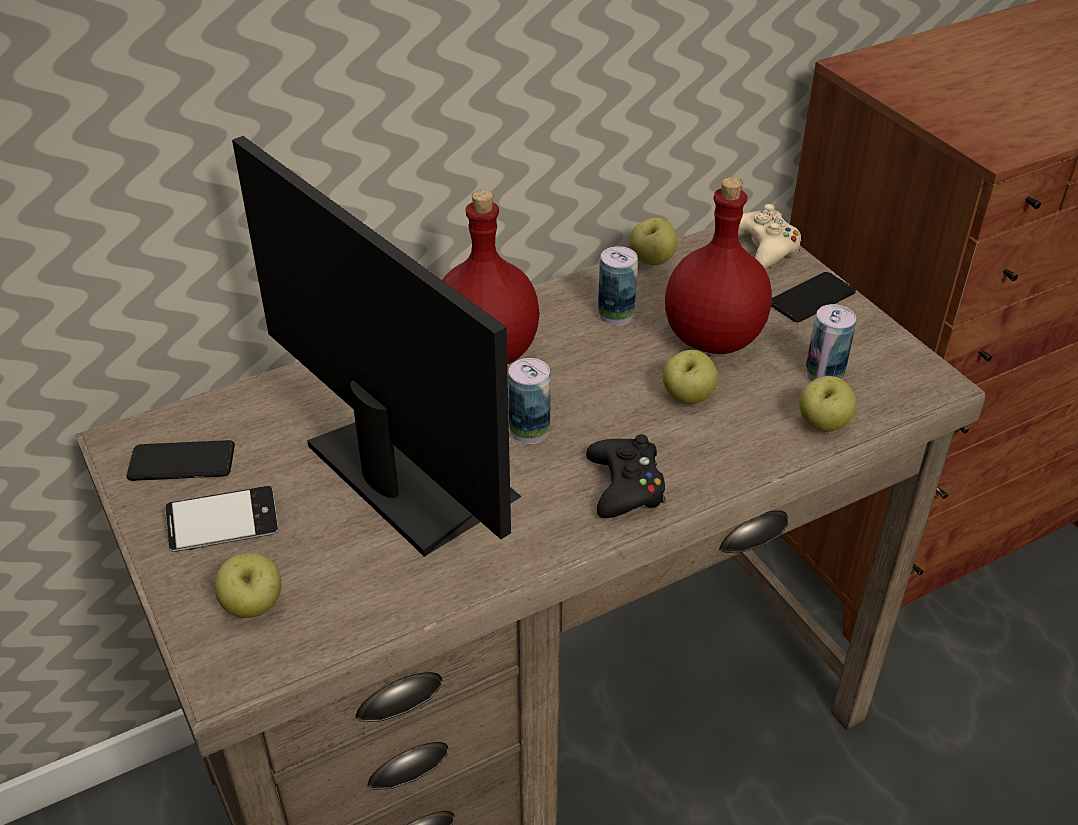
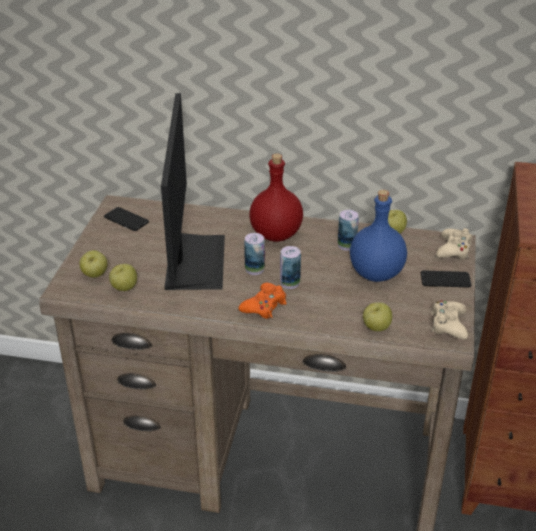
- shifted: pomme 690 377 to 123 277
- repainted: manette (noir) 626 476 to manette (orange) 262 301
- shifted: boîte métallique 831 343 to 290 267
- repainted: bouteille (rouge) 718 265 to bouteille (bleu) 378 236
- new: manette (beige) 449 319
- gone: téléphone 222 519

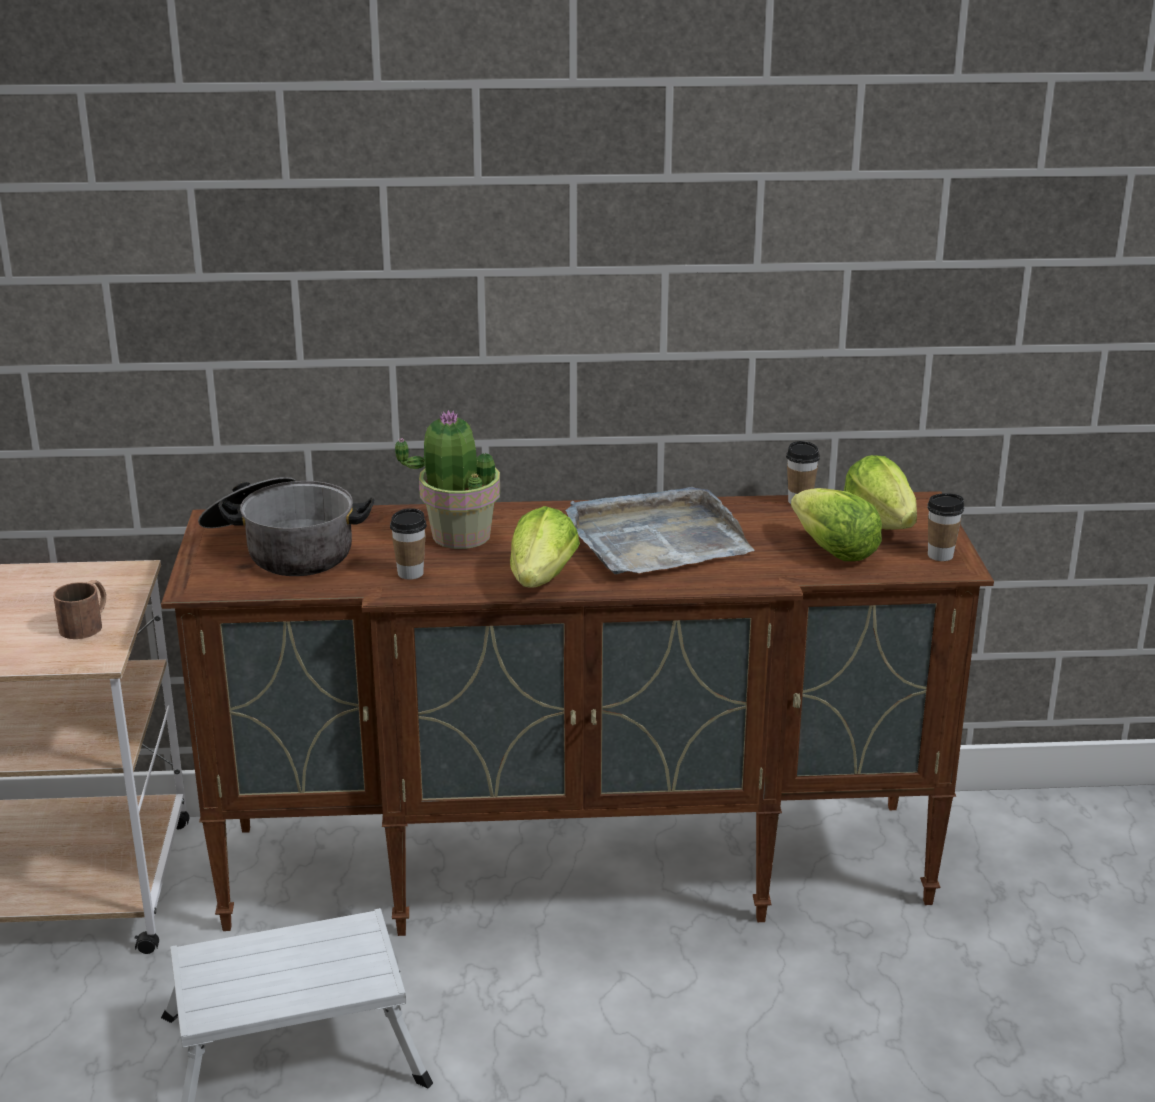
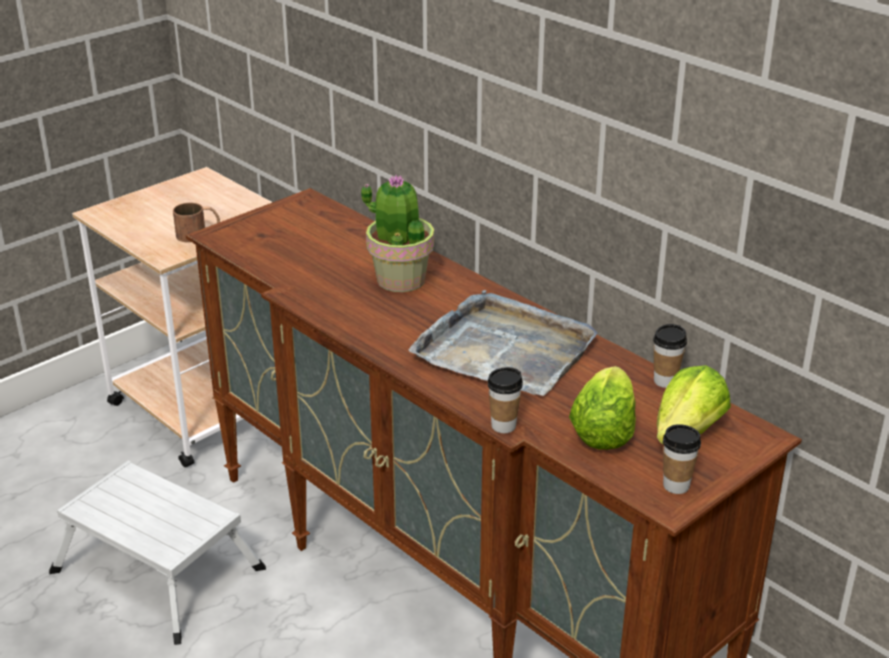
- shifted: tasse 408 544 to 505 400
- gone: marmite 286 526
- gone: laitue 545 546

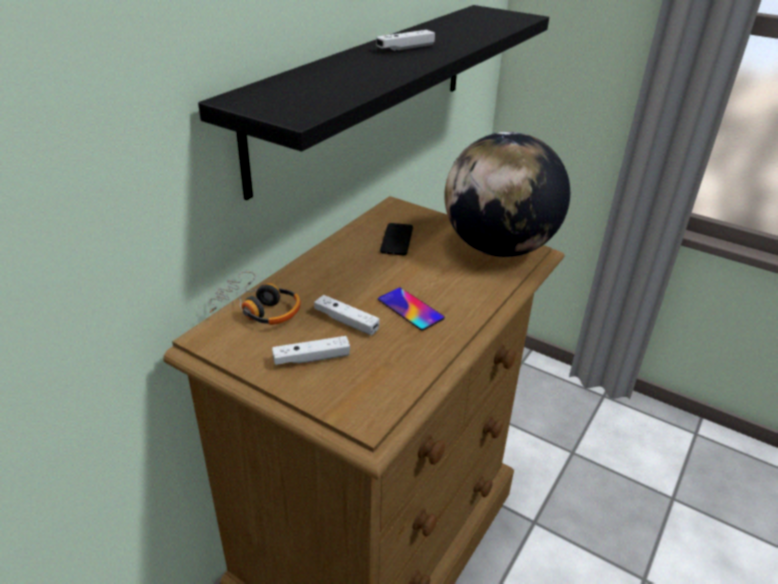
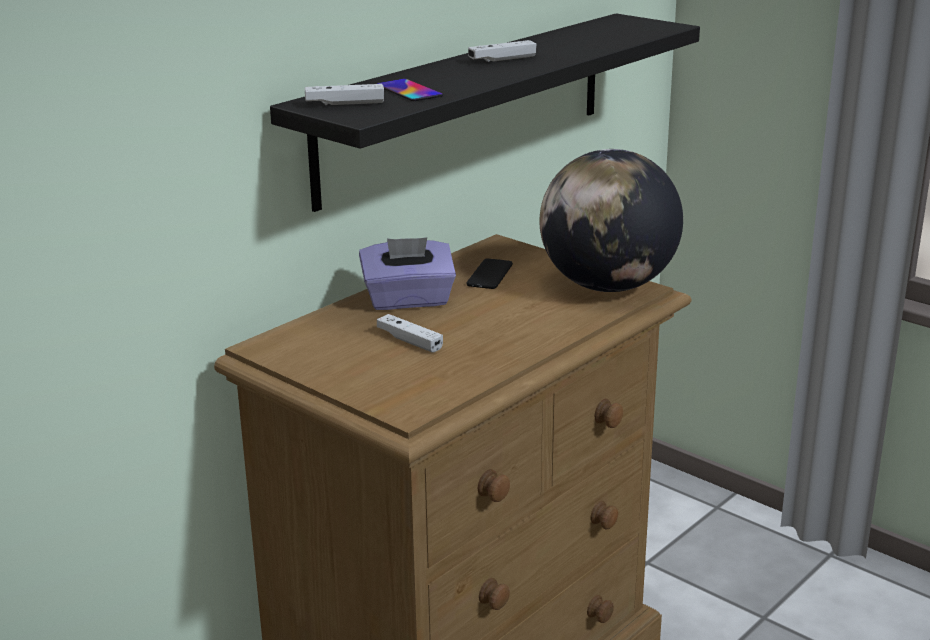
- shifted: manette (blanc) 311 350 to 344 94
- new: boîte à mouchoirs (violet) 407 273
- shifted: téléphone 411 309 to 410 90
- gone: casque audio 254 298

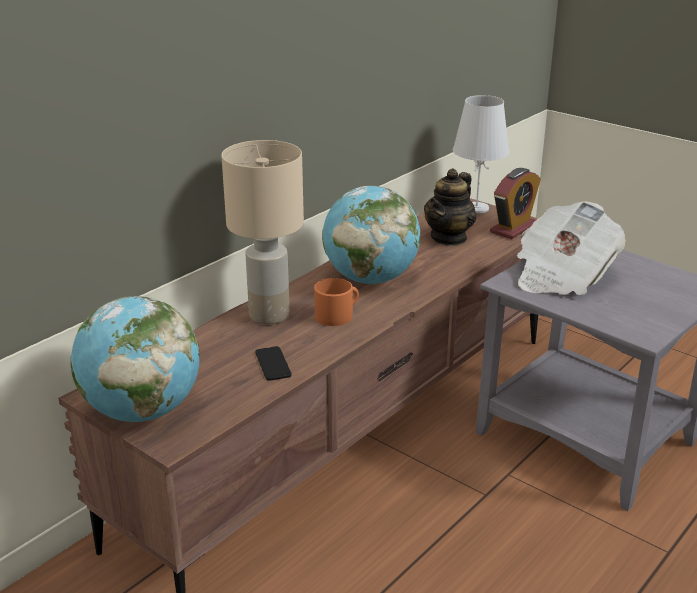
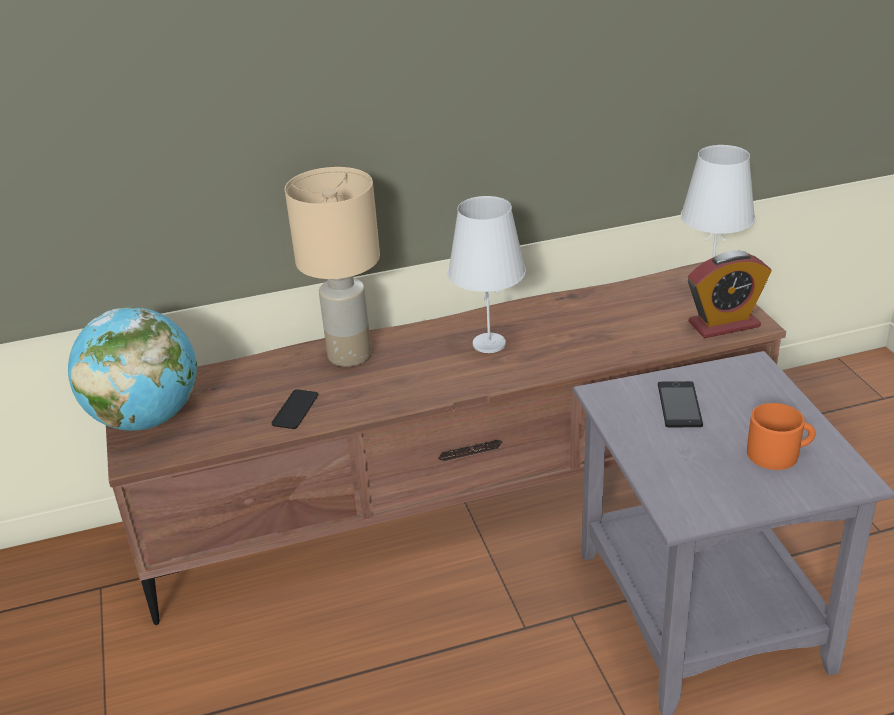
- swapped: globe 371 235 to lampe de table (blanc) 487 274
- swapped: journal 571 248 to téléphone 680 404
- shifted: mug (orange) 336 302 to 781 436
- gone: théière 450 207

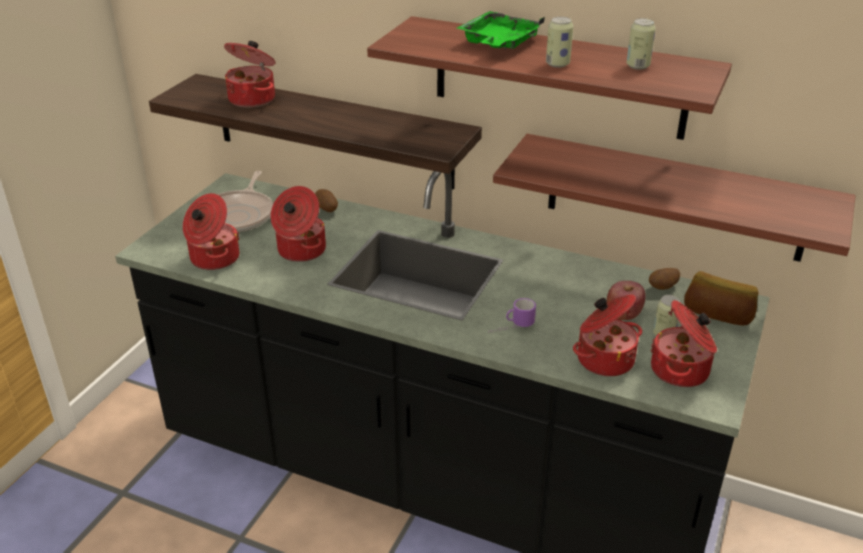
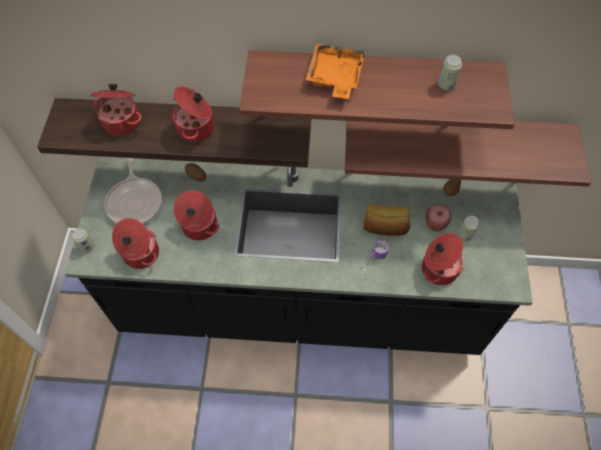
- shifted: boîte métallique 559 42 to 83 241
- shifted: marmite 683 343 to 193 114
- repainted: plateau (vert) 501 30 to plateau (orange) 335 71
- shifted: pain 721 298 to 386 220

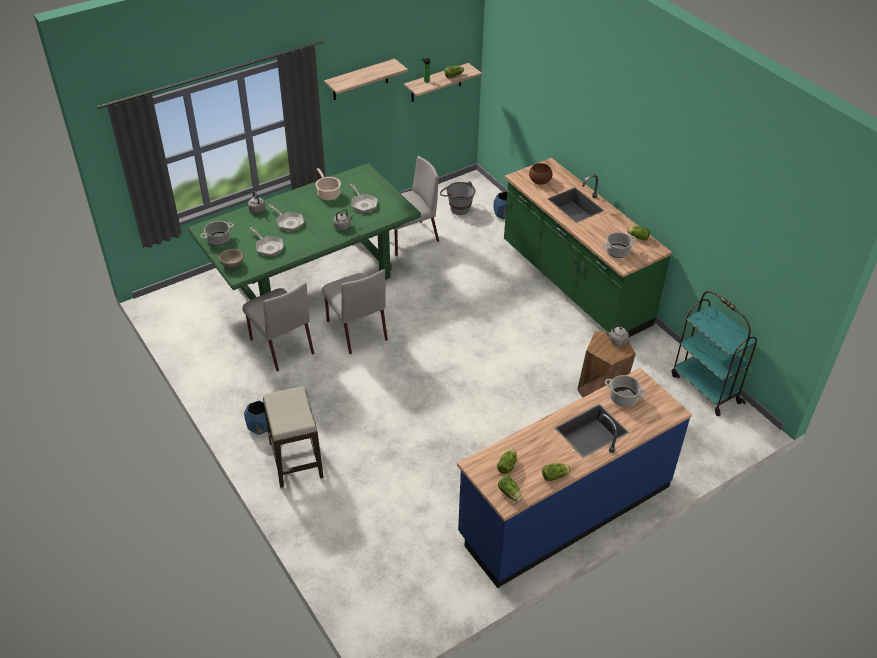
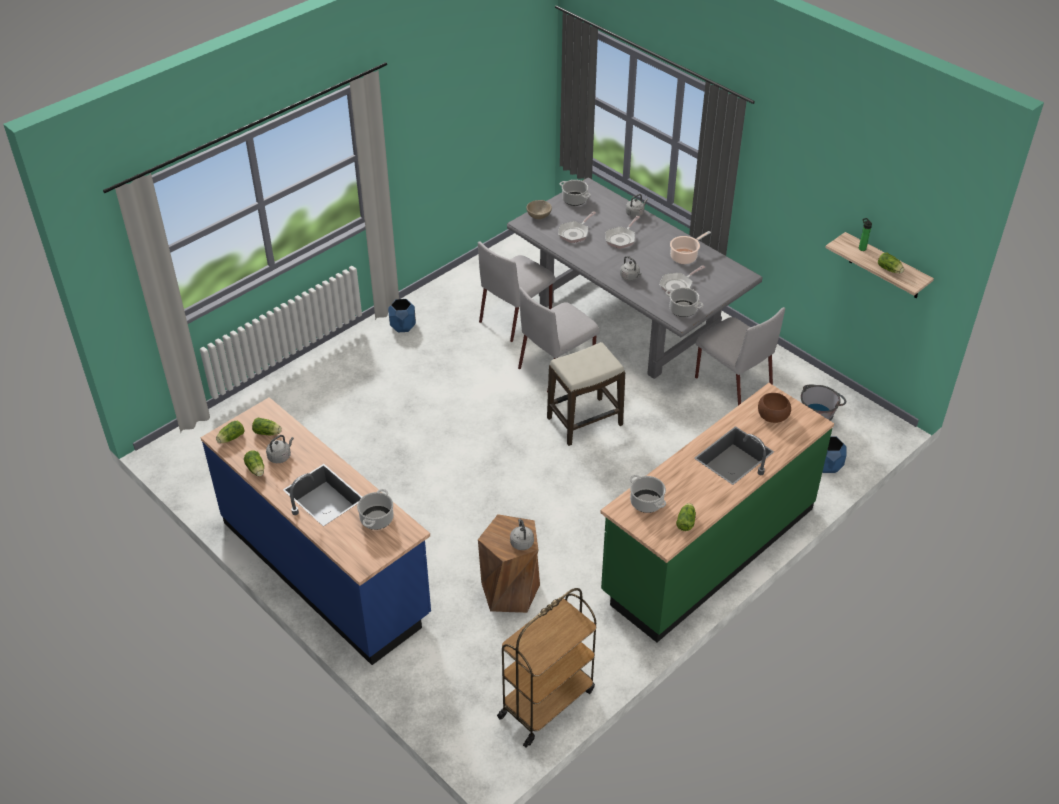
- new: bouilloire (gris) 280 449
- repainted: chariot (turquoise) 714 353 to chariot (marron) 547 668
- repainted: table à manger (vert) 304 231 to table à manger (gris) 635 278
- shifted: tabouret 293 437 to 586 394
- new: marmite 684 302
- gone: étagère 366 79

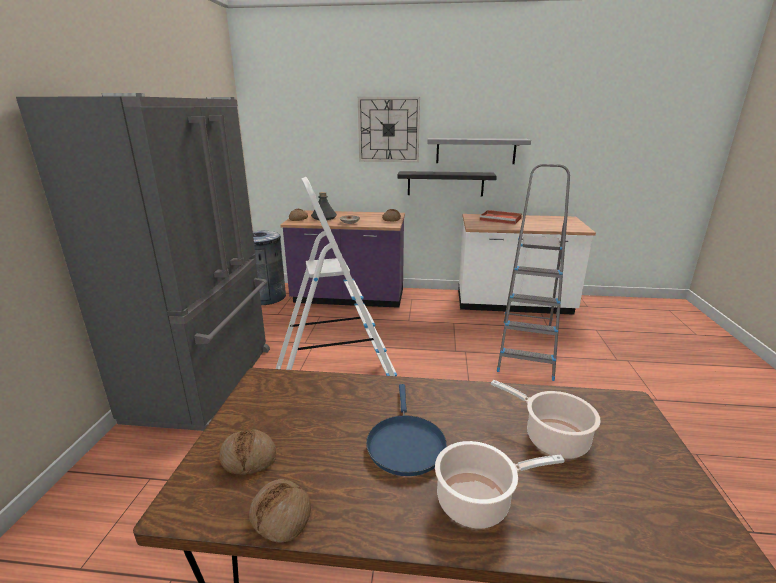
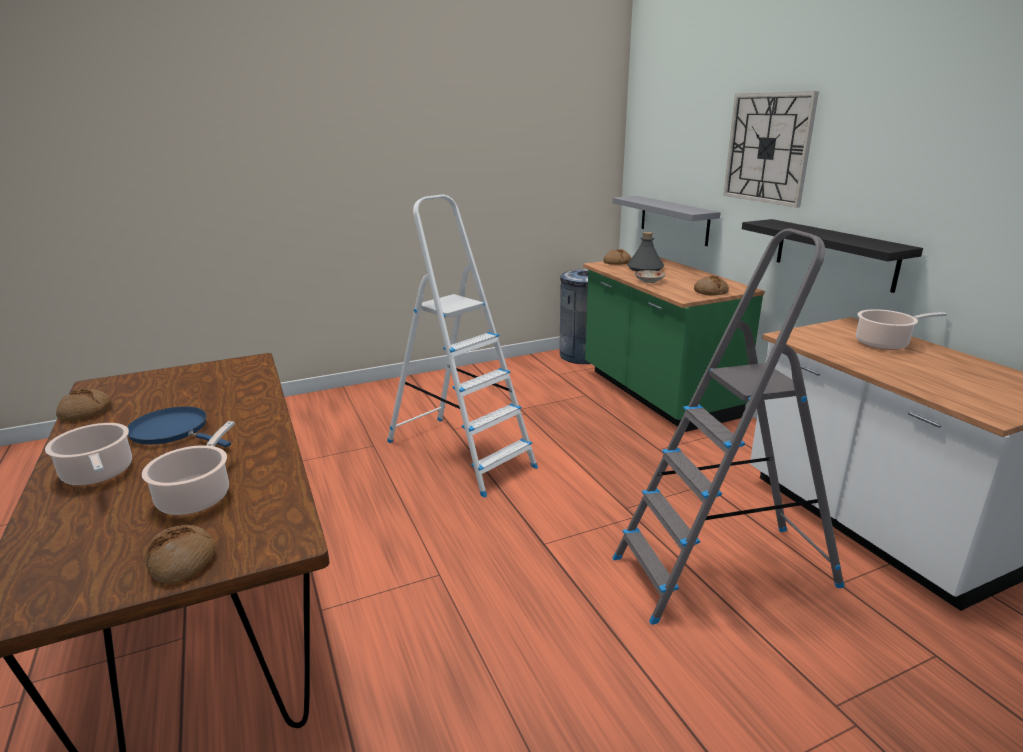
- rotated: poêle (bleu) 406 430 = 179 426 60 degrees clockwise
- shifted: pain 247 452 to 180 554
- repainted: comptoir de cuisine (violet) 342 259 to comptoir de cuisine (vert) 674 344
- shifted: étagère (gris) 479 151 to 667 221
- swapped: plateau (rouge) 501 217 to marmite 901 329
- gone: réfrigérateur (gris) 143 262

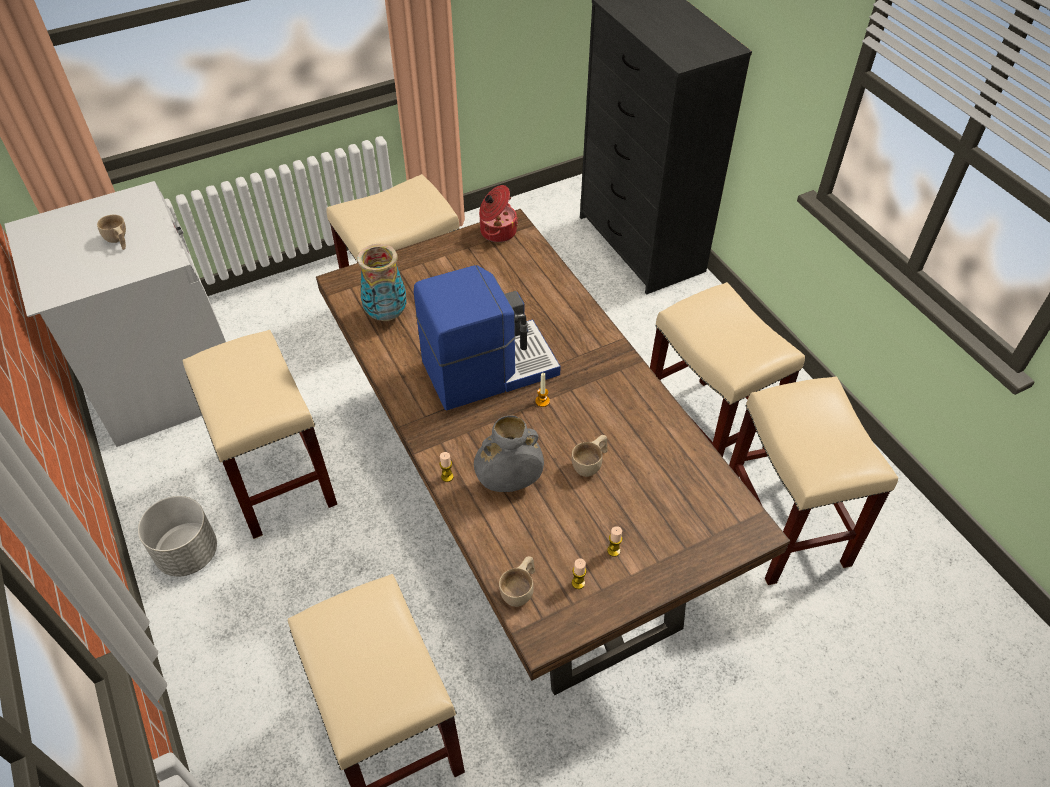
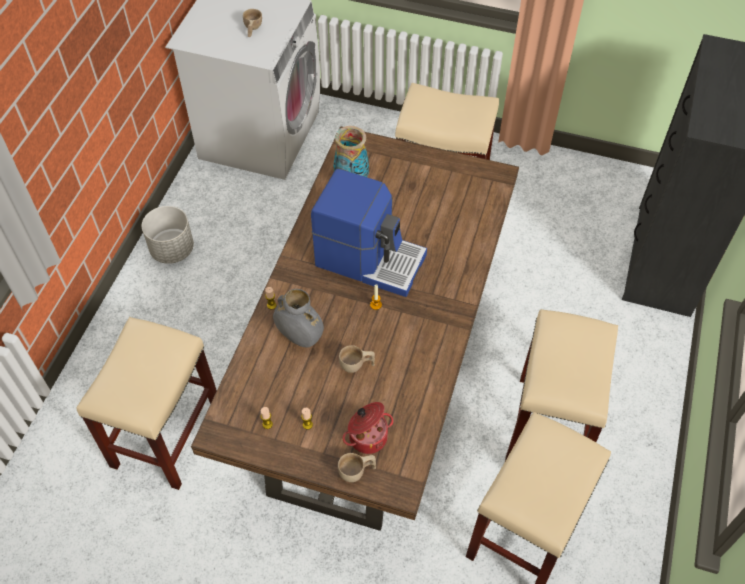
- shifted: tasse (beige) 517 581 to 357 467
- shifted: marmite 498 213 to 368 428
- gone: tabouret (beige) 260 434

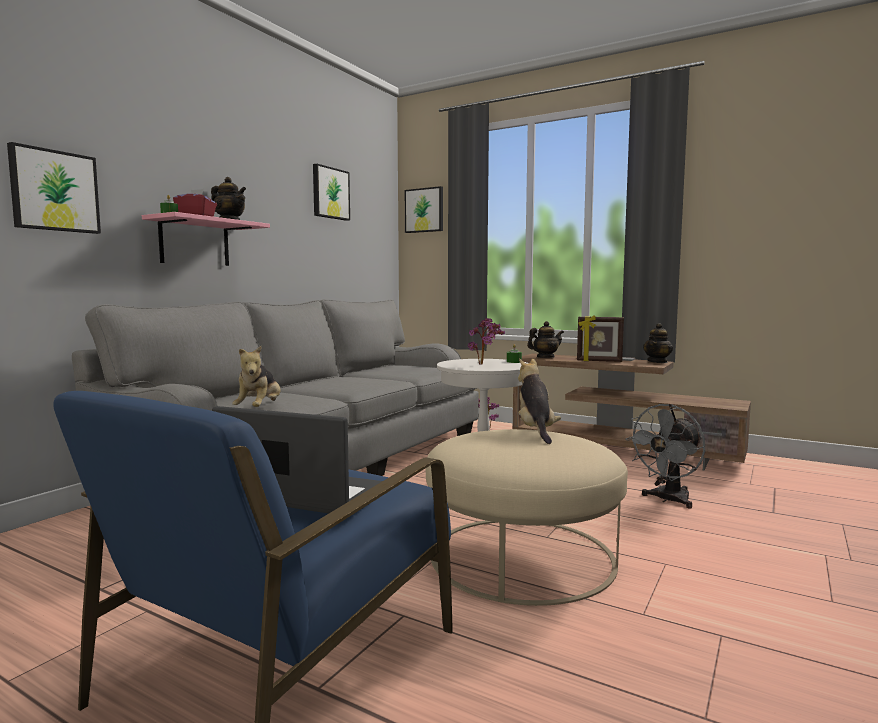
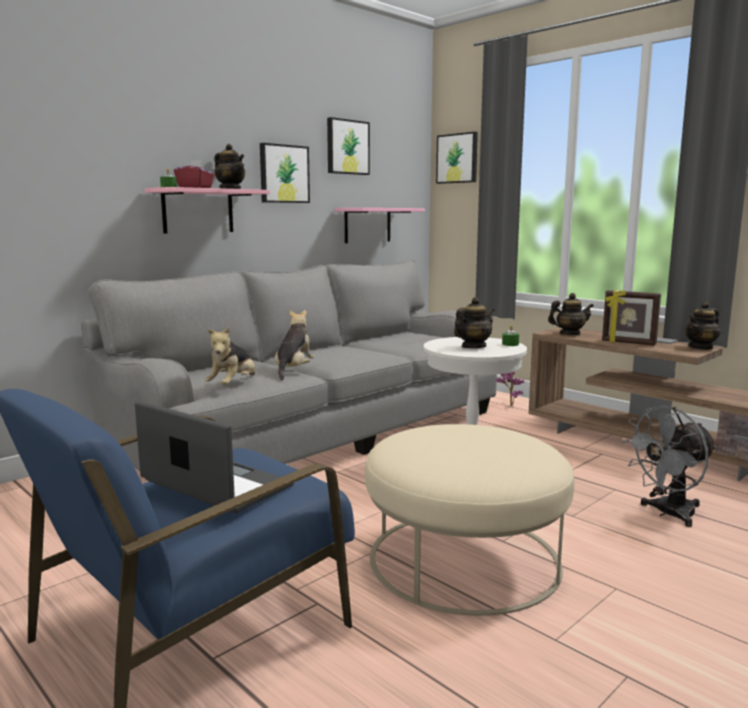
- shifted: tableau 54 188 to 285 173
- shifted: peluche 539 401 to 295 345
- new: étagère (rose) 380 225
- swapped: plante en pot 486 341 to théière 474 322

